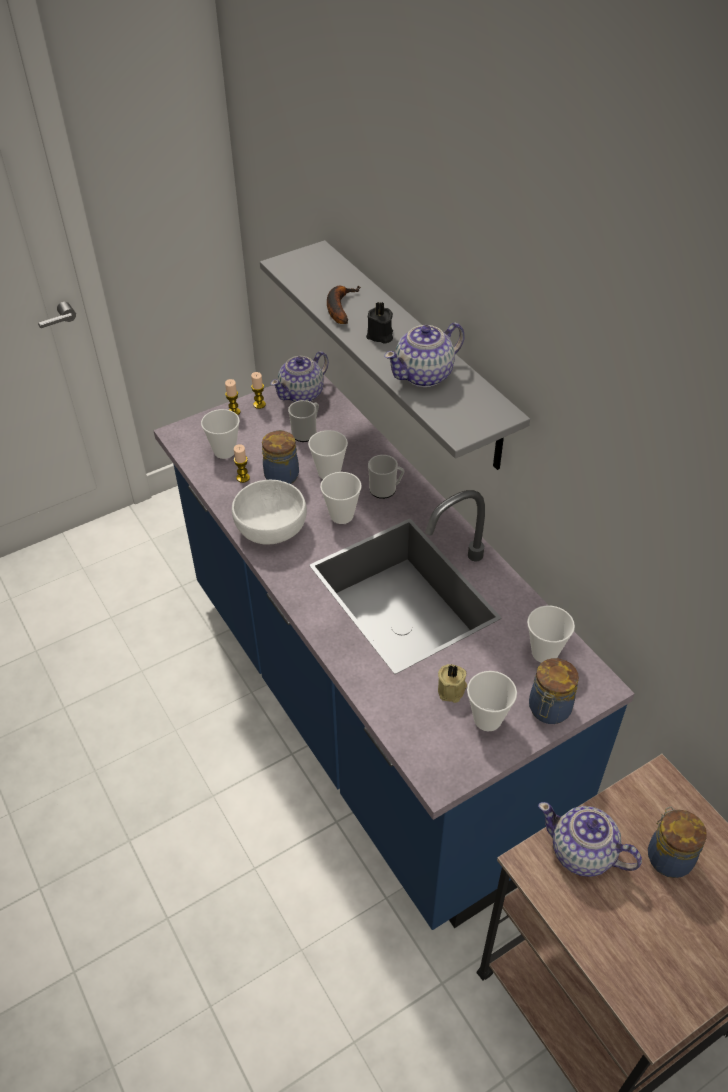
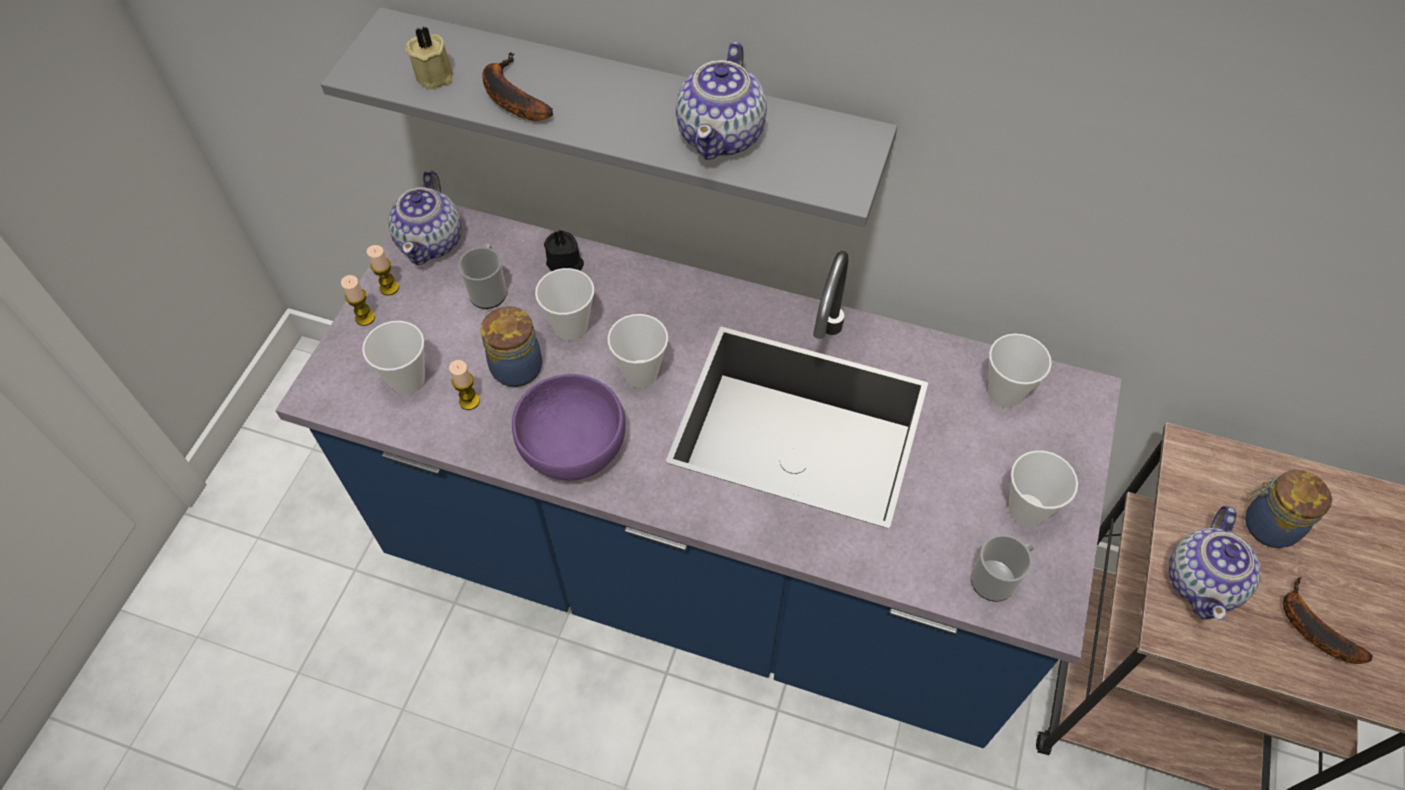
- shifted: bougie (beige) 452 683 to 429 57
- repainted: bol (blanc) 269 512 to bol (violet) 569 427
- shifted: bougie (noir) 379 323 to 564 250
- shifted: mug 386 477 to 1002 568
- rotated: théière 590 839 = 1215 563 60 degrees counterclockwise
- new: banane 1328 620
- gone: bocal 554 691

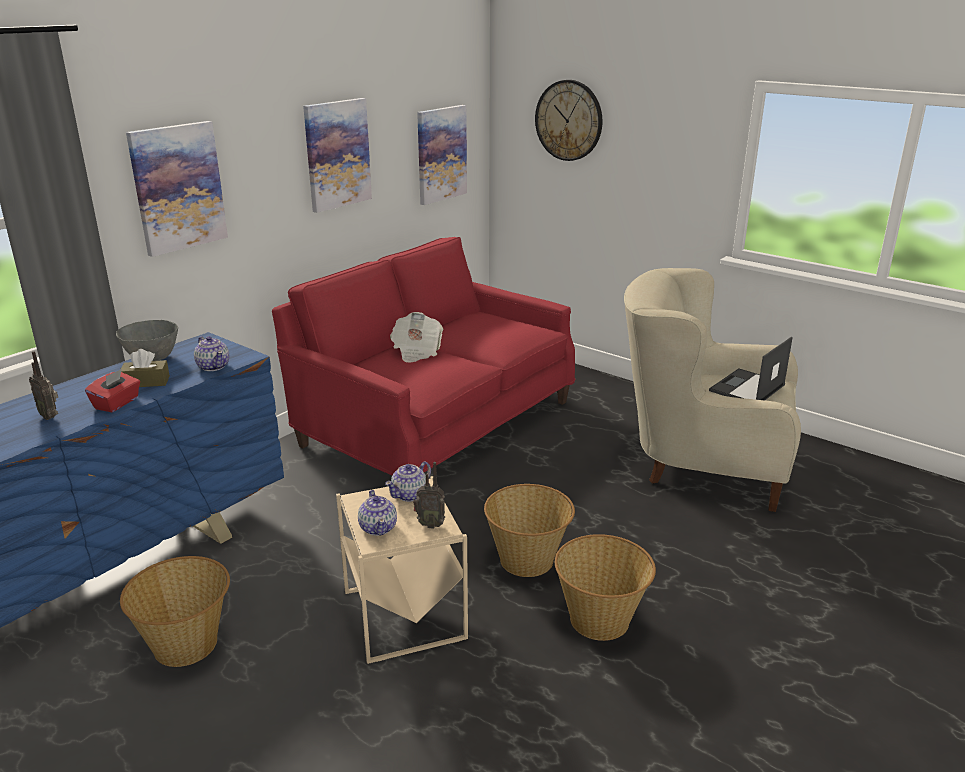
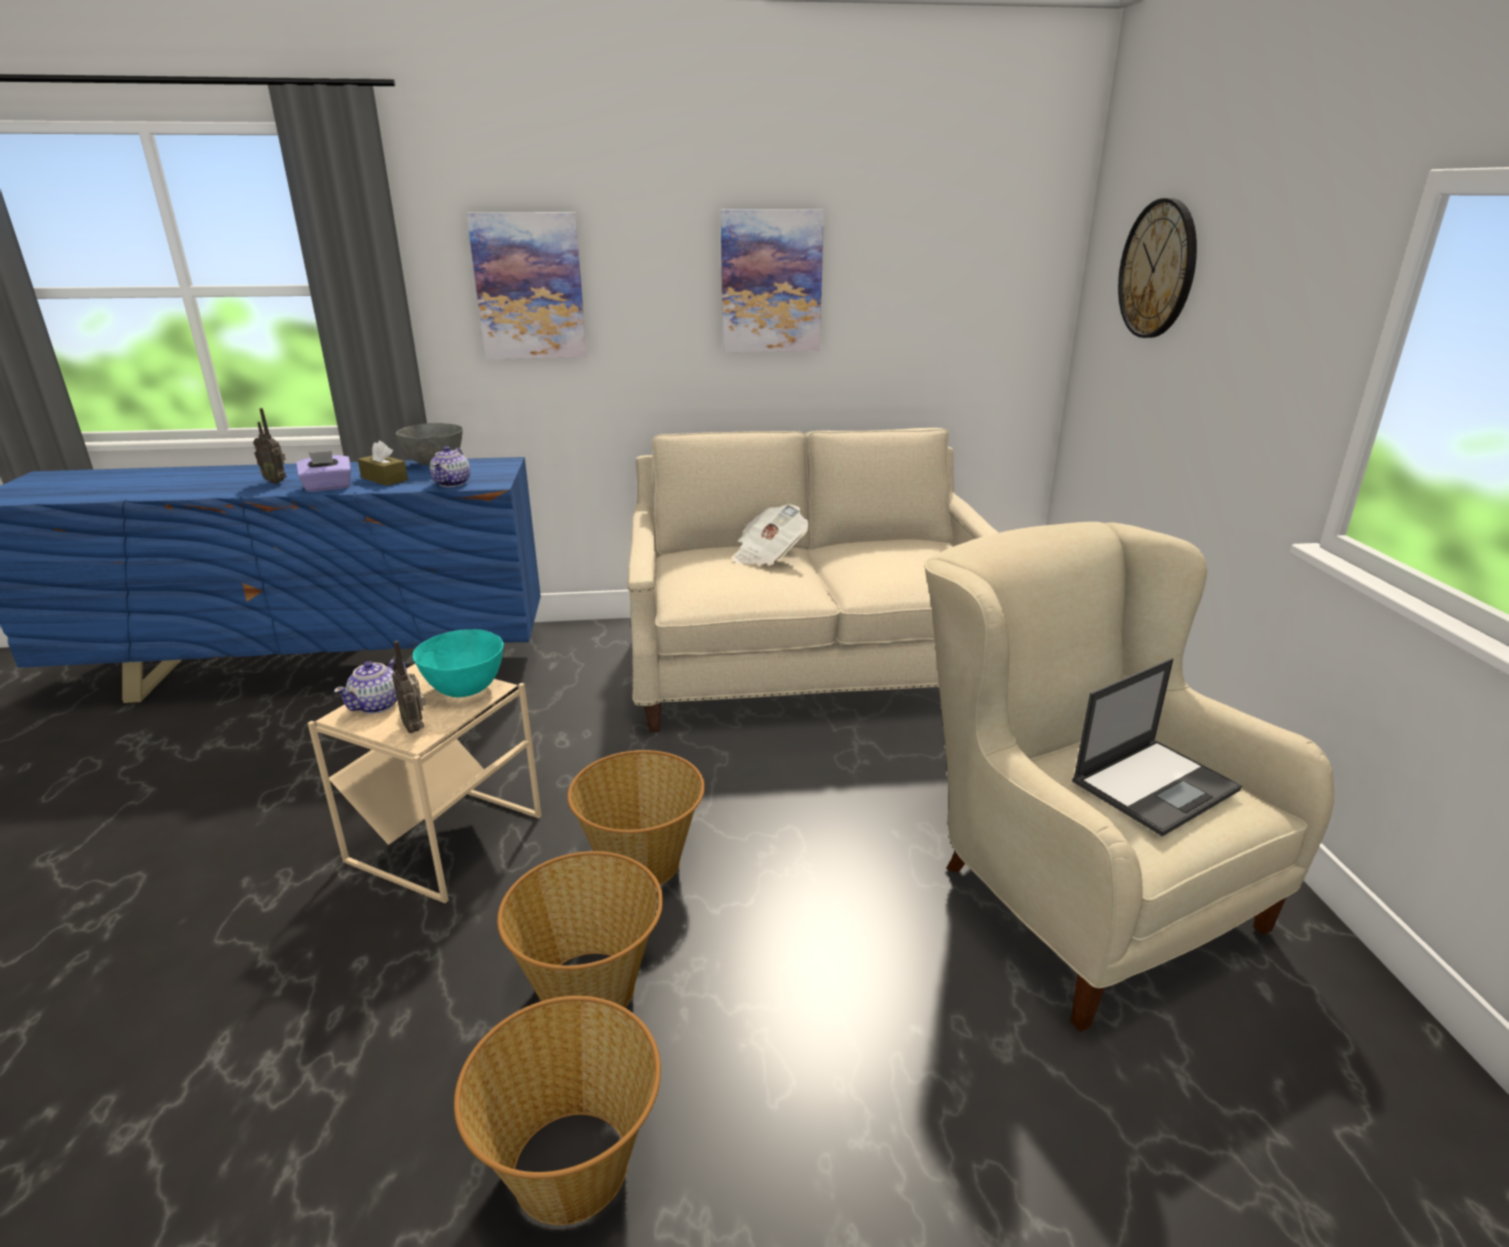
- rotated: radio 43 385 = 269 446 60 degrees counterclockwise
- repainted: boîte à mouchoirs (rouge) 112 390 to boîte à mouchoirs (violet) 323 471
- swapped: théière 408 481 to bol (turquoise) 458 663
- shifted: panier 175 611 to 557 1110
- repainted: canapé (rouge) 424 356 to canapé (beige) 813 580
- rotated: ordinateur portable 751 368 = 1157 747 150 degrees clockwise
- gone: tableau 442 155

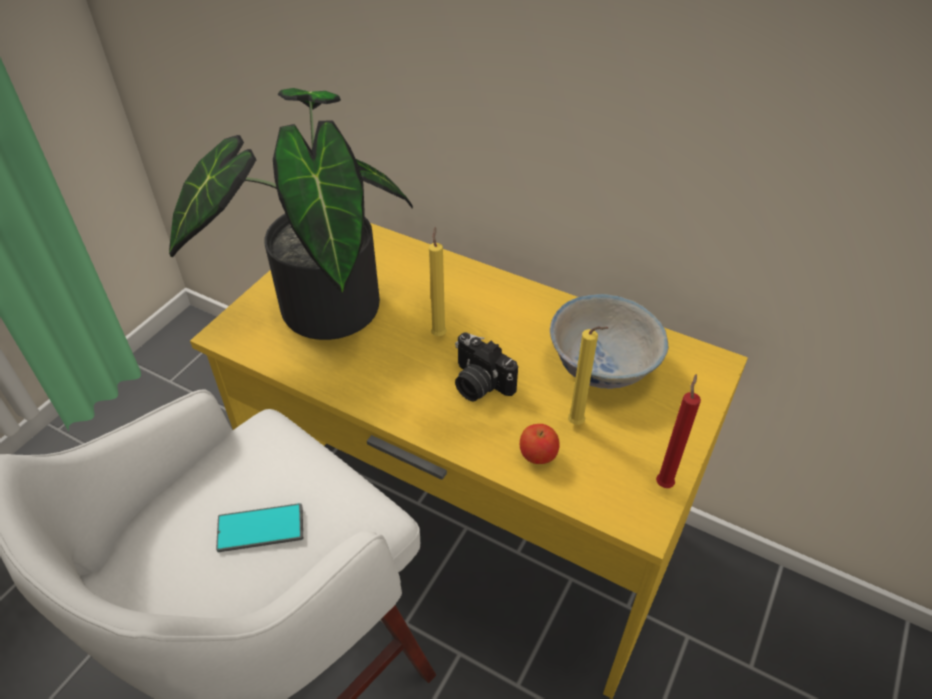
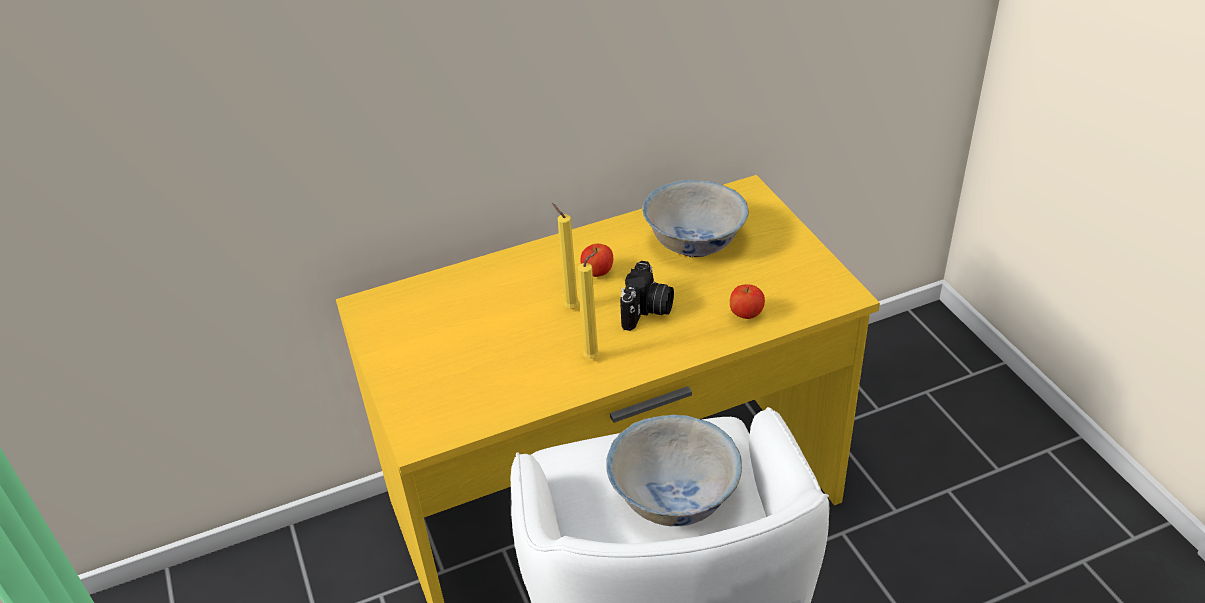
- shifted: bougie (jaune) 588 375 to 589 305
- new: pomme 597 260
- swapped: téléphone 259 527 to bol (blanc) 674 470
- rotated: appareil photo 486 367 = 647 296 60 degrees counterclockwise
- gone: plante en pot 291 214
- gone: bougie (rouge) 678 431

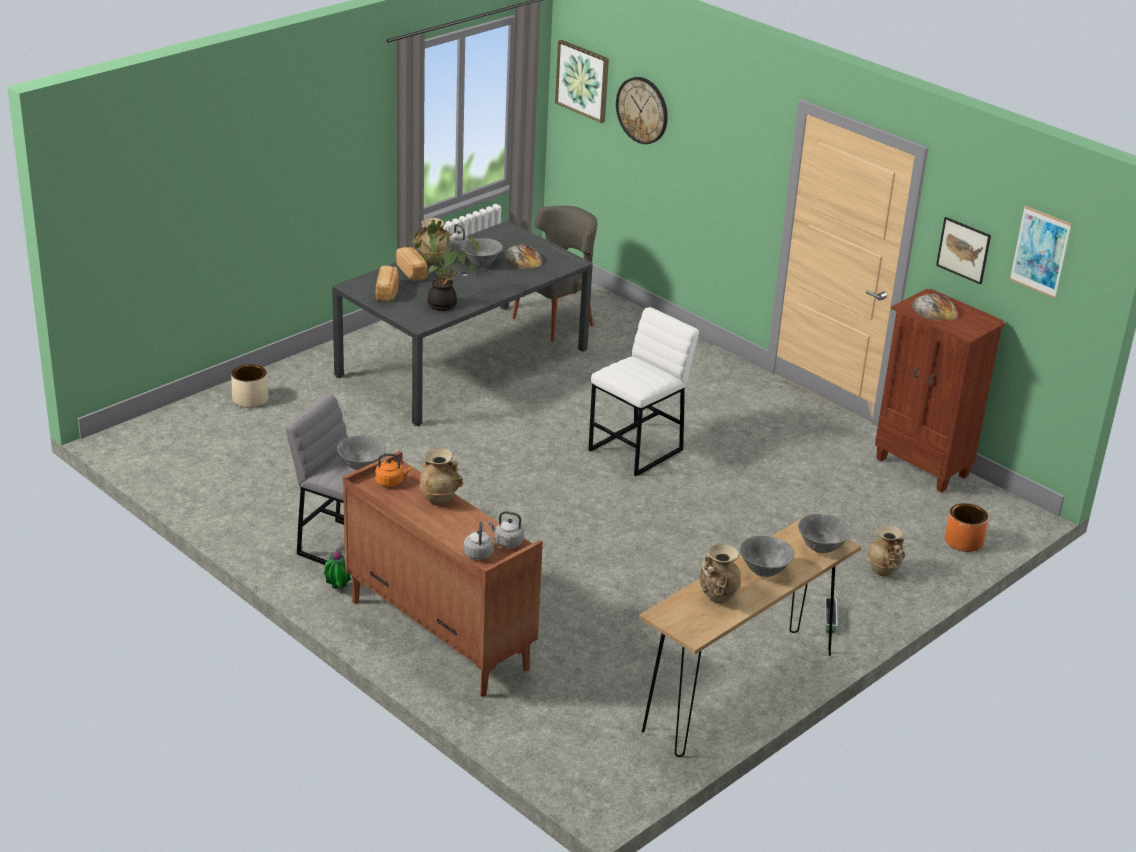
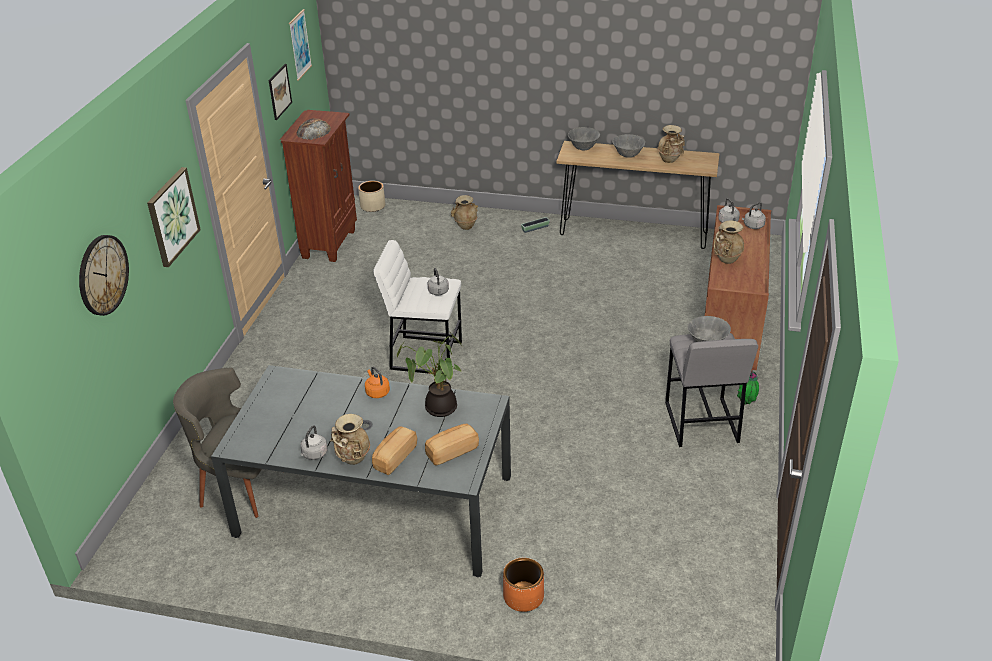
- shifted: tableau 582 81 to 174 217
- shifted: cache-pot (beige) 249 386 to 371 196
- shifted: bouilloire (orange) 393 470 to 377 382
- new: bouilloire (gris) 438 281
- shifted: cache-pot (orange) 967 527 to 523 585
- gone: bol (gris) 482 252
- gone: pain 523 257

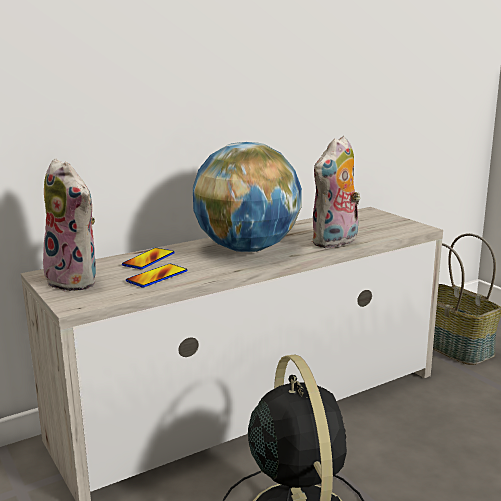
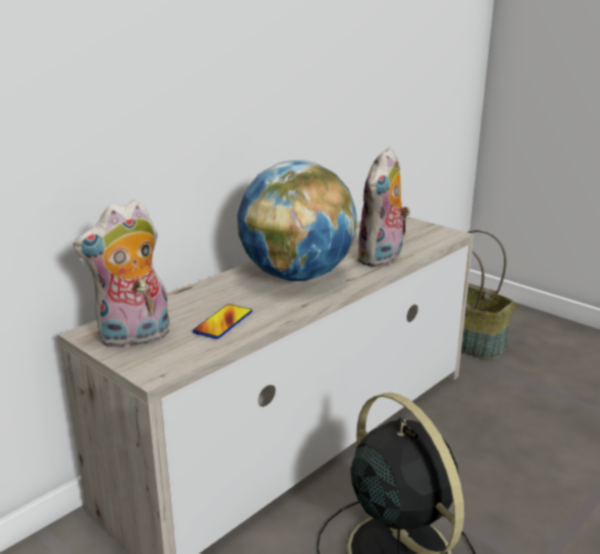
- rotated: peluche 68 225 = 121 274 120 degrees clockwise
- gone: téléphone 148 258

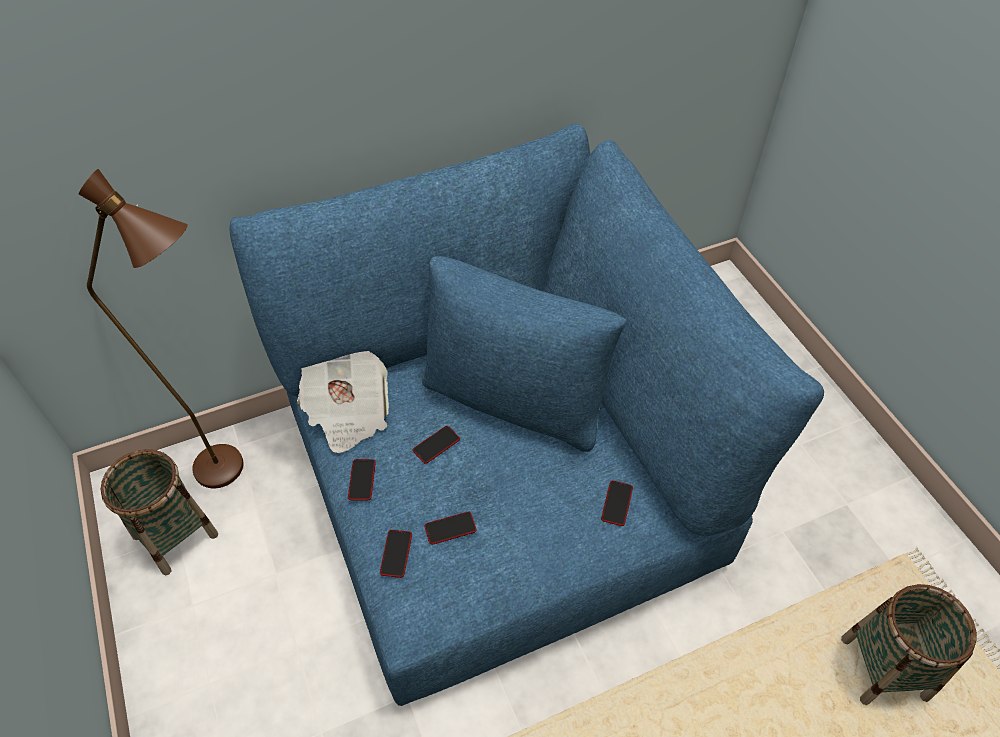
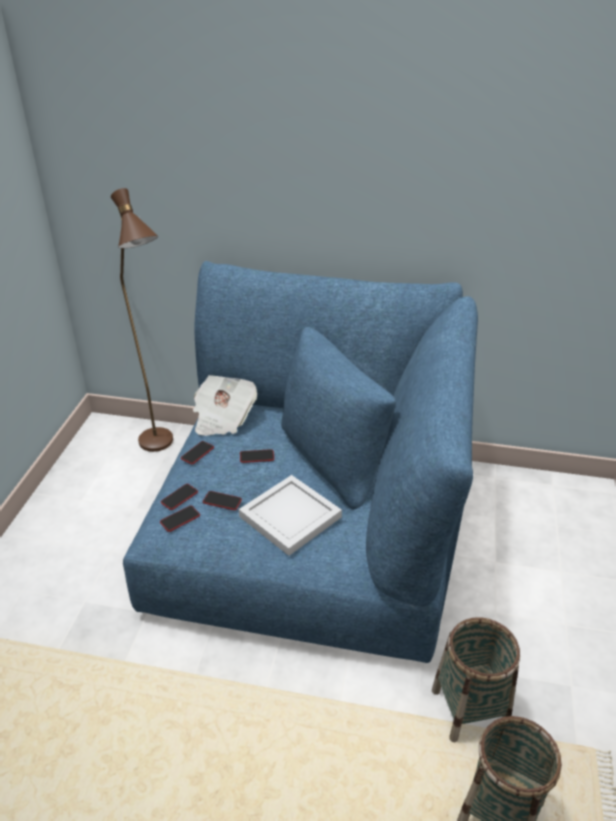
- shifted: téléphone 617 503 to 180 518
- new: plateau (blanc) 290 515
- shifted: panier 159 512 to 476 679

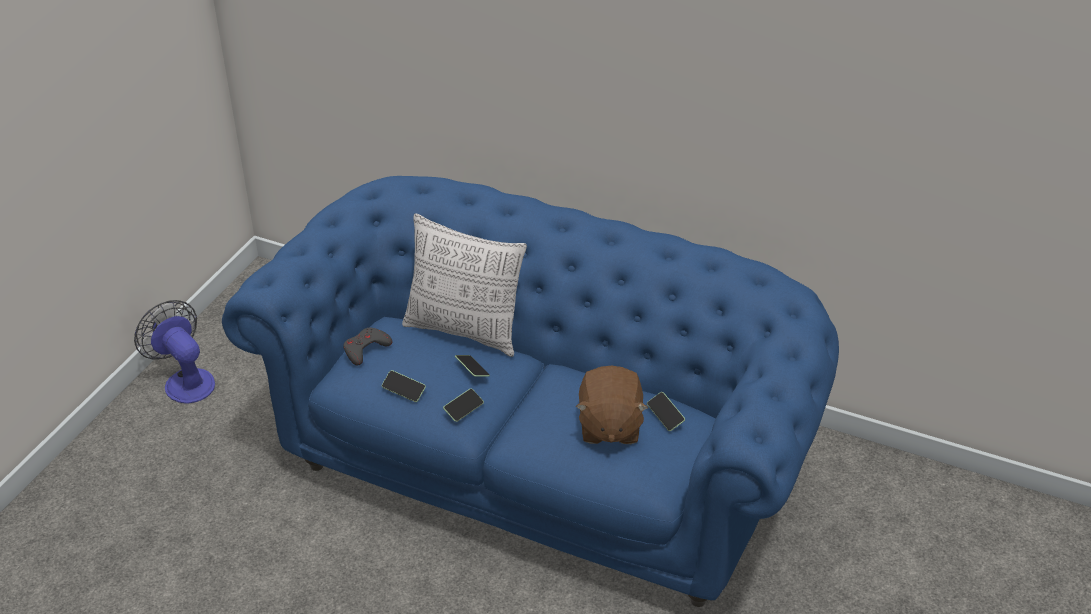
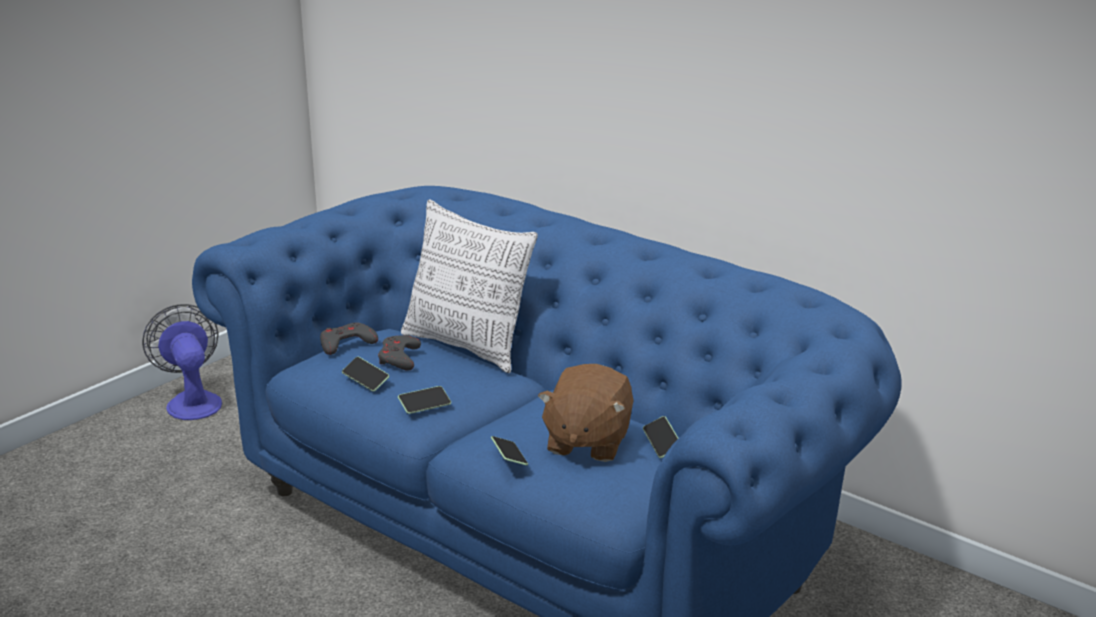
- new: manette (gris) 399 353
- shifted: téléphone 472 366 to 509 450

